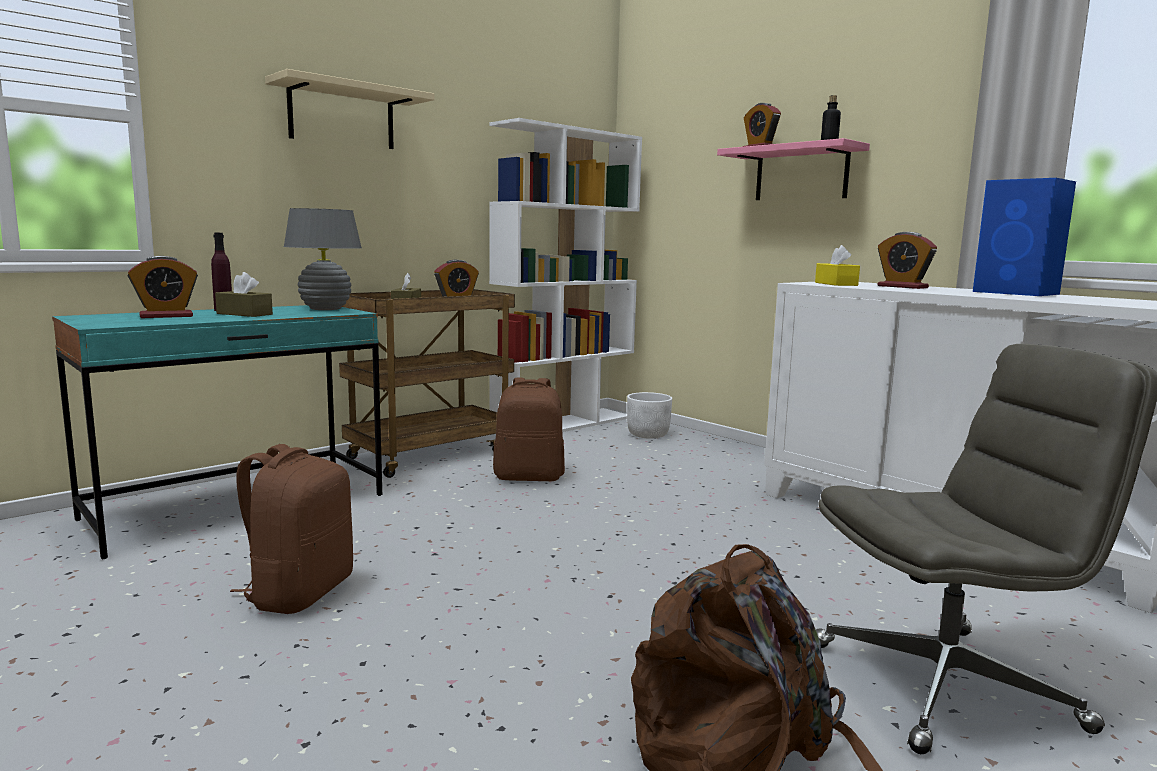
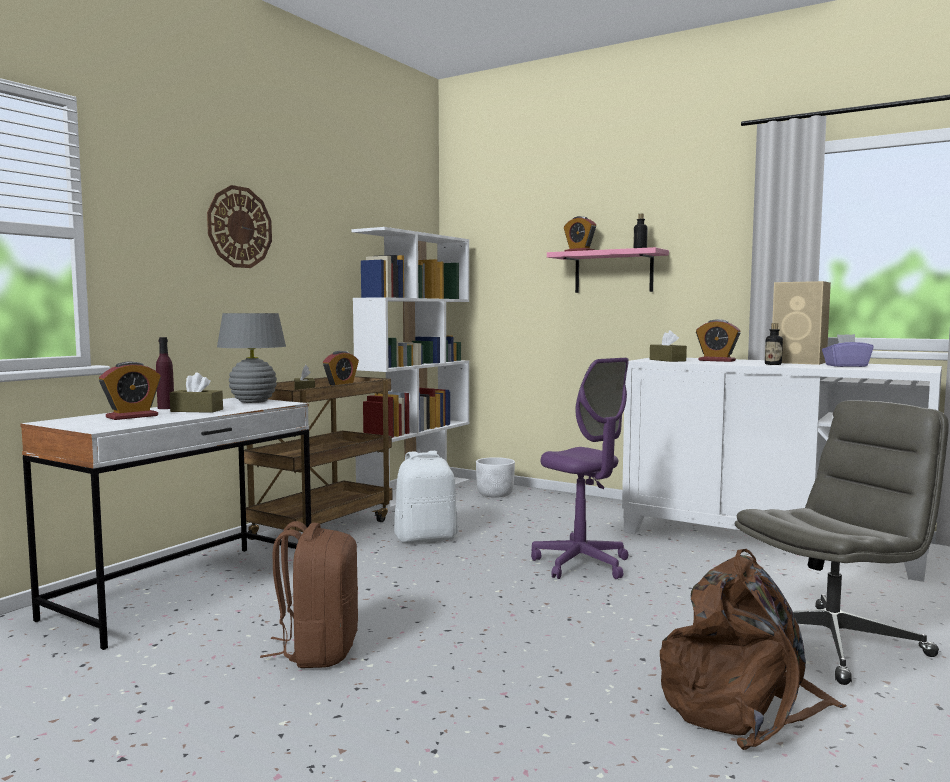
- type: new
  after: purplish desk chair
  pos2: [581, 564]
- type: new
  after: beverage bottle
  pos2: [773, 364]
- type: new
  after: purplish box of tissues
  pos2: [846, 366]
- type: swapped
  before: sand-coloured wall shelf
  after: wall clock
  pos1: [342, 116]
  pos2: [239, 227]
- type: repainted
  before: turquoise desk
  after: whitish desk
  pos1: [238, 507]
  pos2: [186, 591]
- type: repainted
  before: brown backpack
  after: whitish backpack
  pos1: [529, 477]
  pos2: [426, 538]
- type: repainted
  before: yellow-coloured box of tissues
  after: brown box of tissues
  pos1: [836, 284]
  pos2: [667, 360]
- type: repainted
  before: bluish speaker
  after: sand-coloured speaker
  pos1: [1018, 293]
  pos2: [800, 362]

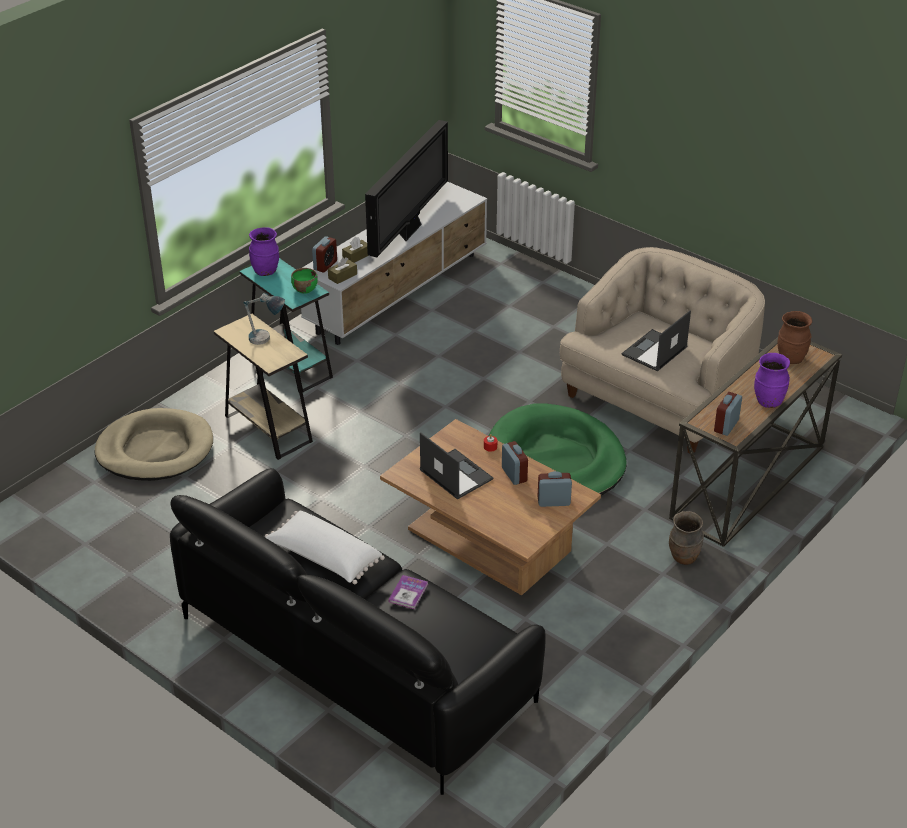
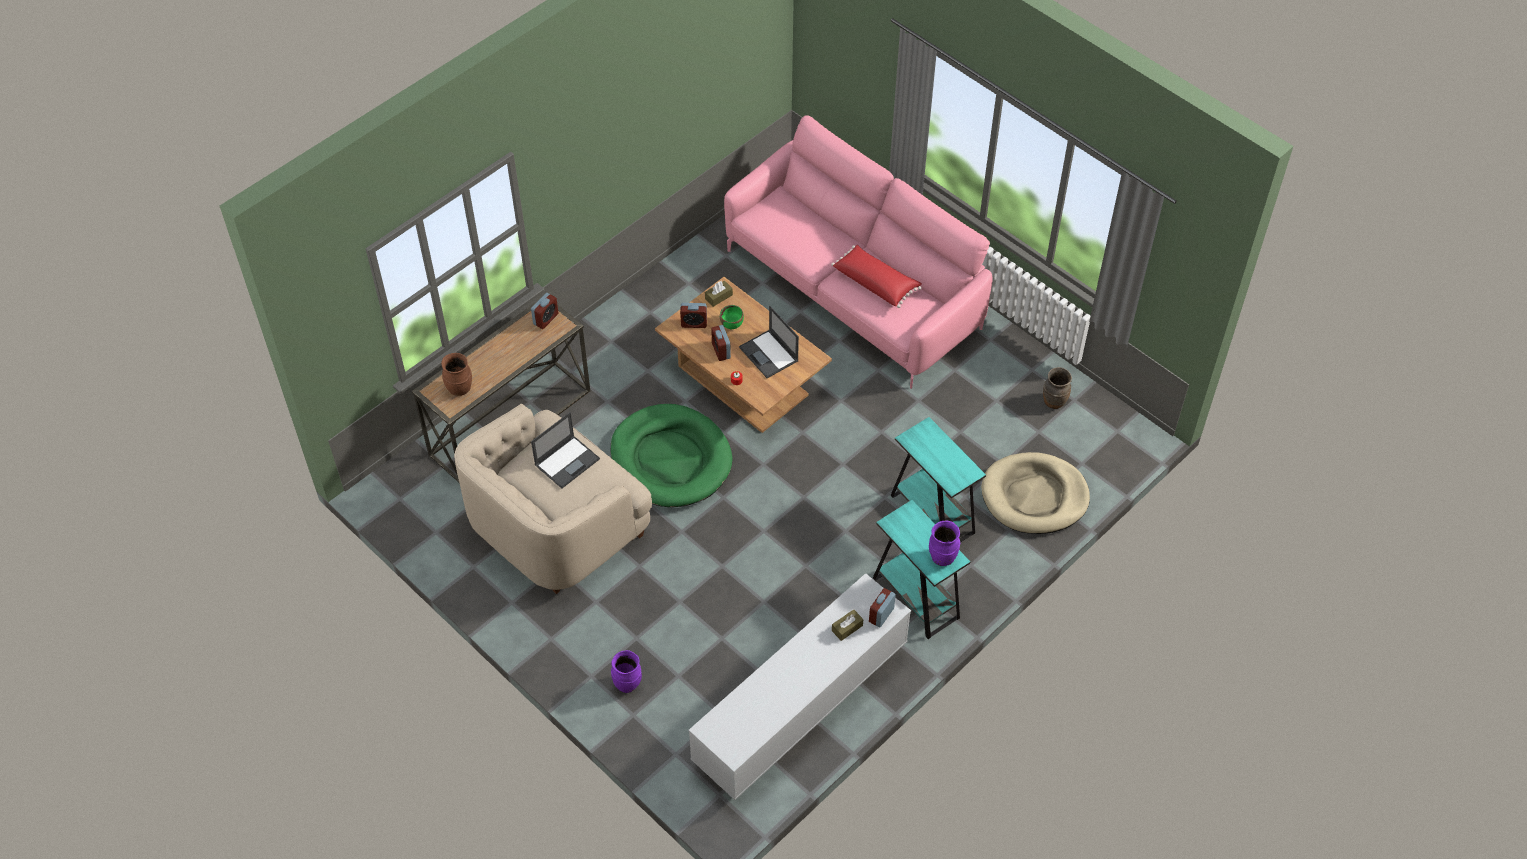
- type: gone
  before: lamp for a table
  pos1: [266, 341]
- type: gone
  before: TV
  pos1: [410, 230]
- type: gone
  before: volume
  pos1: [408, 593]
- type: shifted
  before: green serving bowl
  pos1: [304, 289]
  pos2: [732, 324]
- type: shifted
  before: brown box of tissues
  pos1: [342, 276]
  pos2: [718, 297]
- type: shifted
  before: brown decorative vase
  pos1: [684, 558]
  pos2: [1054, 401]
- type: shifted
  before: purplish decorative vase
  pos1: [768, 402]
  pos2: [627, 683]
- type: repainted
  before: black settee
  after: pink settee
  pos1: [355, 658]
  pos2: [853, 289]
- type: repainted
  before: sand-coloured accent table
  after: turquoise accent table
  pos1: [268, 429]
  pos2: [932, 514]
- type: repainted
  before: whitish throw pillow
  after: reddish throw pillow
  pos1: [324, 558]
  pos2: [876, 282]

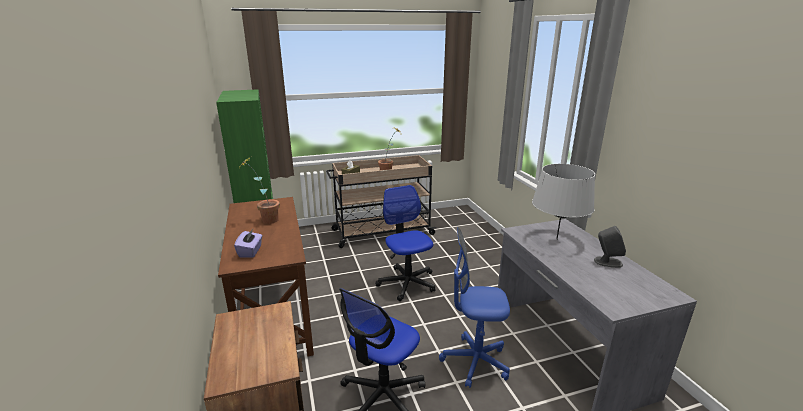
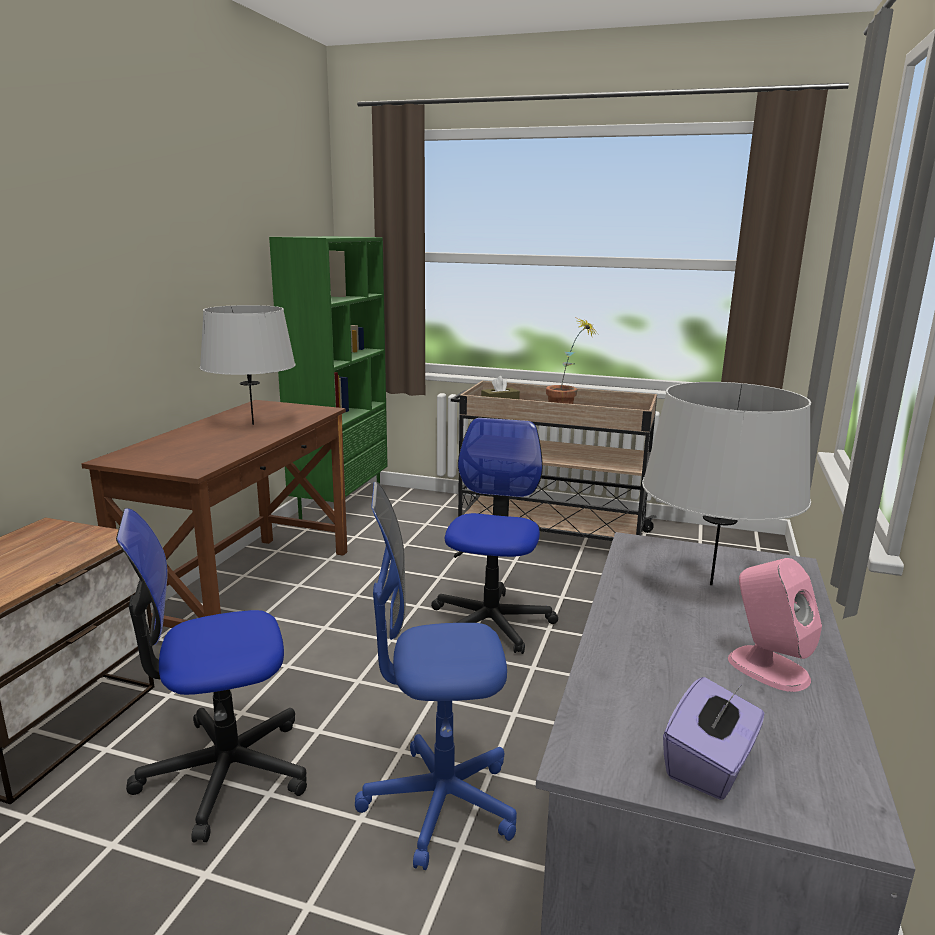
- type: shifted
  before: purplish box of tissues
  pos1: [250, 251]
  pos2: [710, 765]
- type: swapped
  before: plant in a pot
  after: grey lamp for a table
  pos1: [265, 220]
  pos2: [253, 424]
- type: repainted
  before: grey speaker
  after: pink speaker
  pos1: [607, 262]
  pos2: [767, 668]
- type: rotated
  before: bluish desk chair
  pos1: [475, 362]
  pos2: [439, 804]
  turn: -45

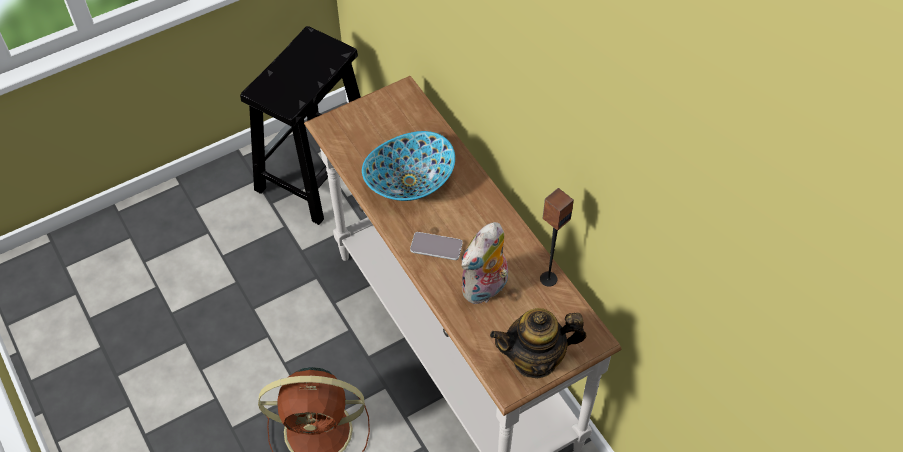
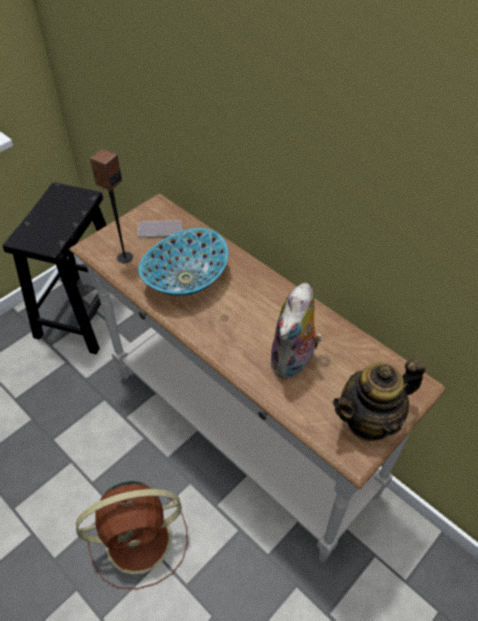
- type: shifted
  before: phone
  pos1: [436, 246]
  pos2: [160, 229]
- type: shifted
  before: speaker
  pos1: [548, 278]
  pos2: [124, 257]

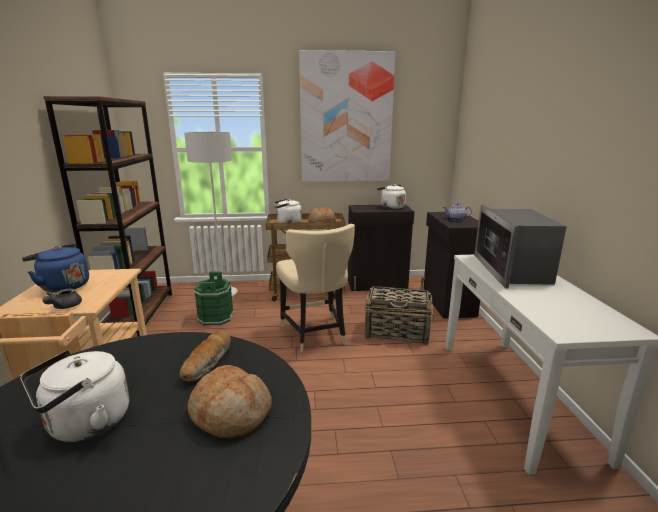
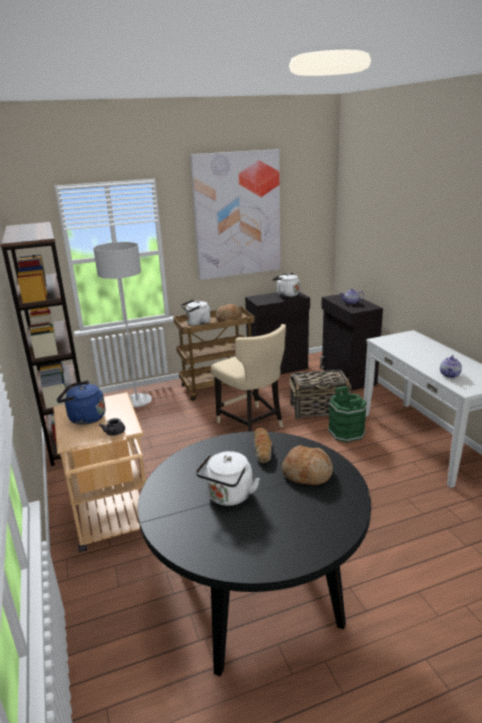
- type: gone
  before: microwave
  pos1: [512, 270]
- type: new
  after: teapot
  pos2: [450, 375]
- type: shifted
  before: green water bucket
  pos1: [216, 317]
  pos2: [346, 432]

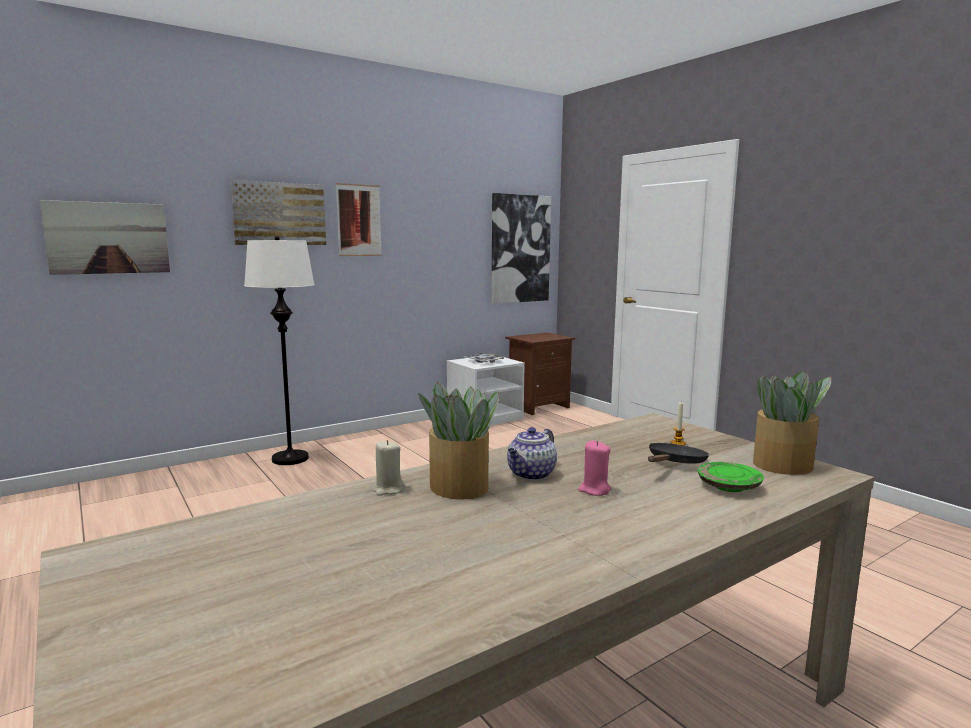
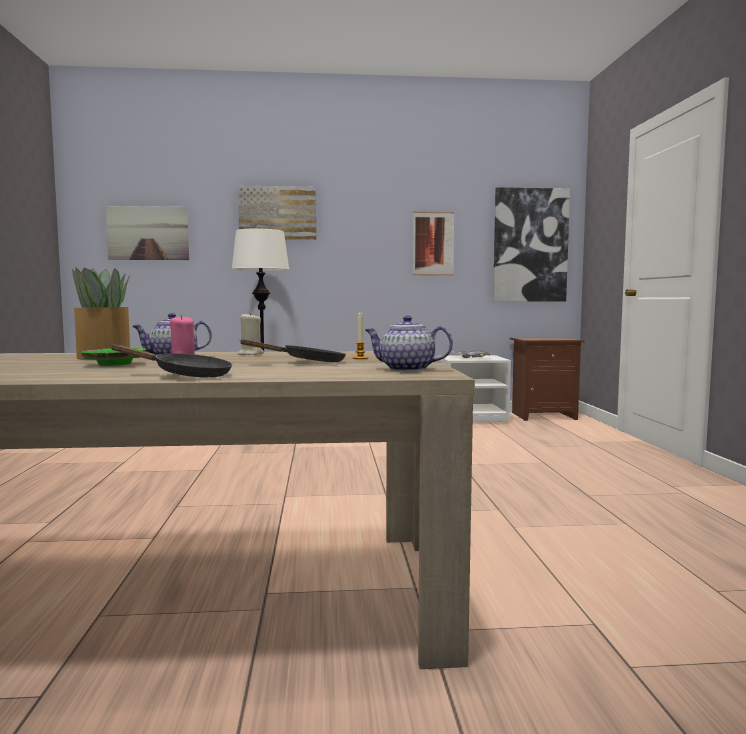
- type: new
  after: black pan
  pos2: [185, 375]
- type: shifted
  before: picture
  pos1: [359, 220]
  pos2: [433, 243]
- type: shifted
  before: sand-coloured candle
  pos1: [388, 489]
  pos2: [250, 354]
- type: shifted
  before: green flat dish
  pos1: [729, 486]
  pos2: [114, 364]
- type: swapped
  before: plant in a pot
  after: teapot
  pos1: [784, 465]
  pos2: [406, 369]

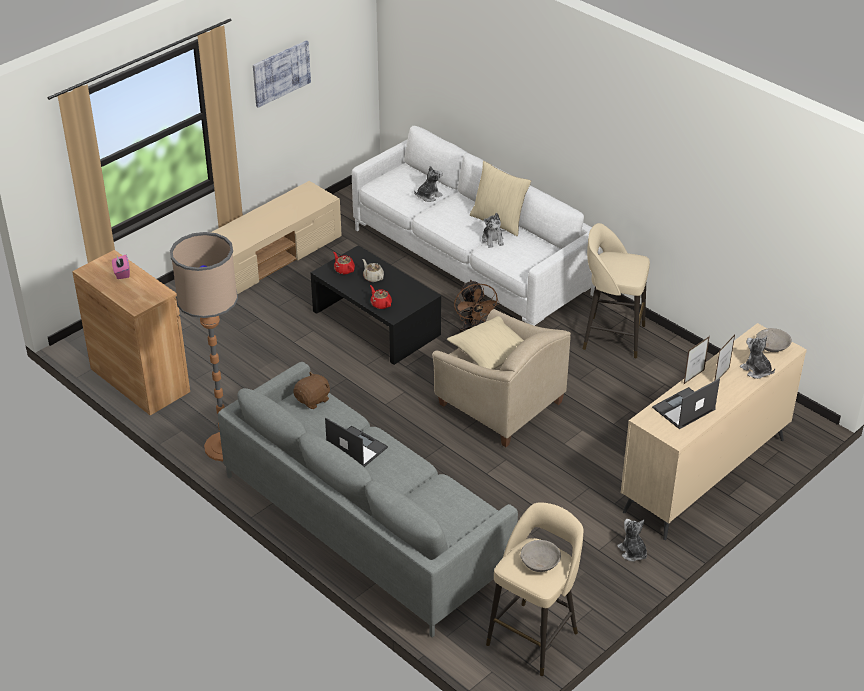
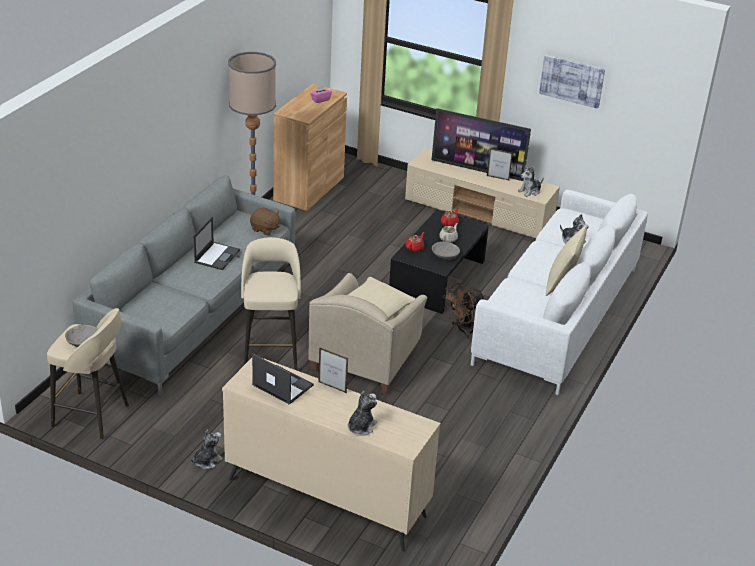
- type: new
  after: TV
  pos2: [477, 170]
- type: shifted
  before: plush toy
  pos1: [493, 240]
  pos2: [530, 191]
- type: shifted
  before: sand-coloured sitting stool
  pos1: [611, 337]
  pos2: [271, 354]
- type: shifted
  before: standing frame
  pos1: [721, 376]
  pos2: [498, 178]
- type: shifted
  before: grey serving bowl
  pos1: [772, 346]
  pos2: [445, 256]

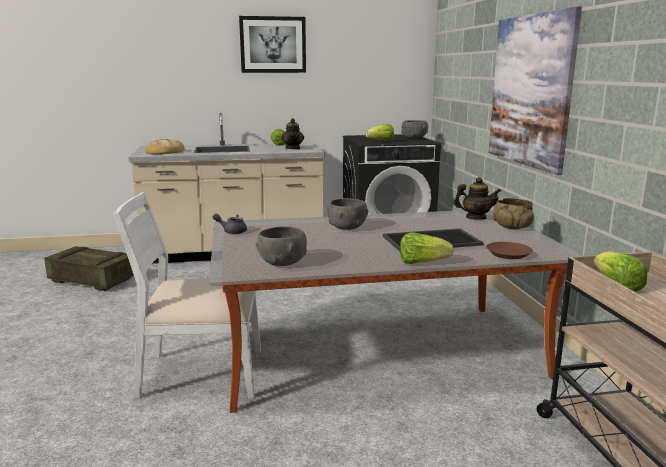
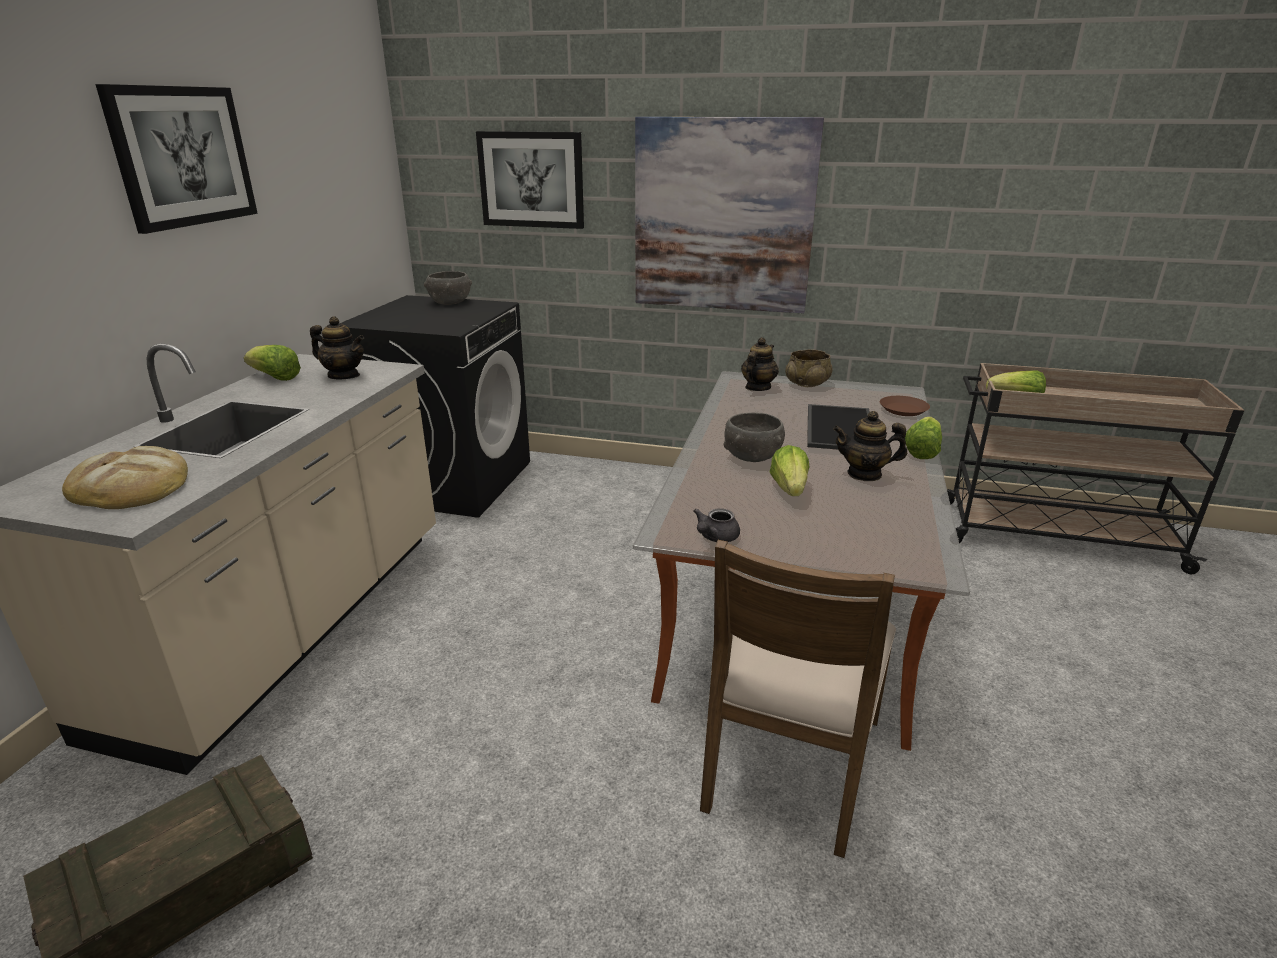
- type: gone
  before: grey serving bowl
  pos1: [282, 263]
- type: new
  after: picture
  pos2: [531, 180]
- type: new
  after: teapot
  pos2: [864, 474]
- type: shifted
  before: head of lettuce
  pos1: [381, 141]
  pos2: [789, 489]
- type: repainted
  before: whitish chair
  after: brown chair
  pos1: [200, 373]
  pos2: [789, 762]

